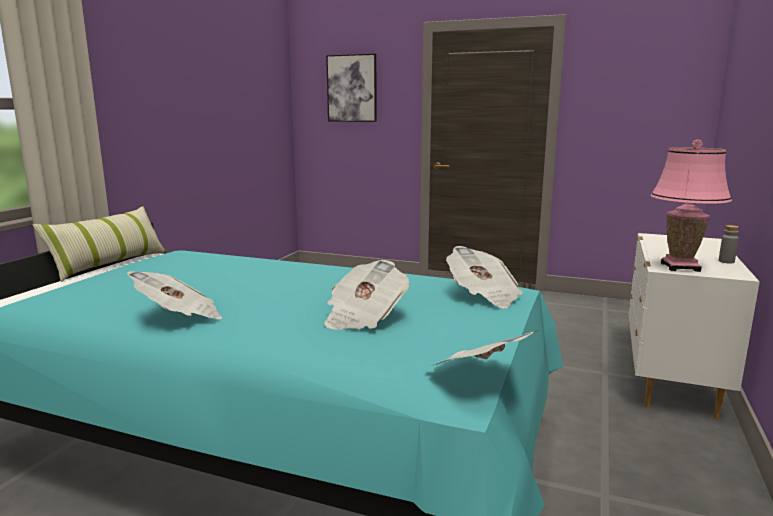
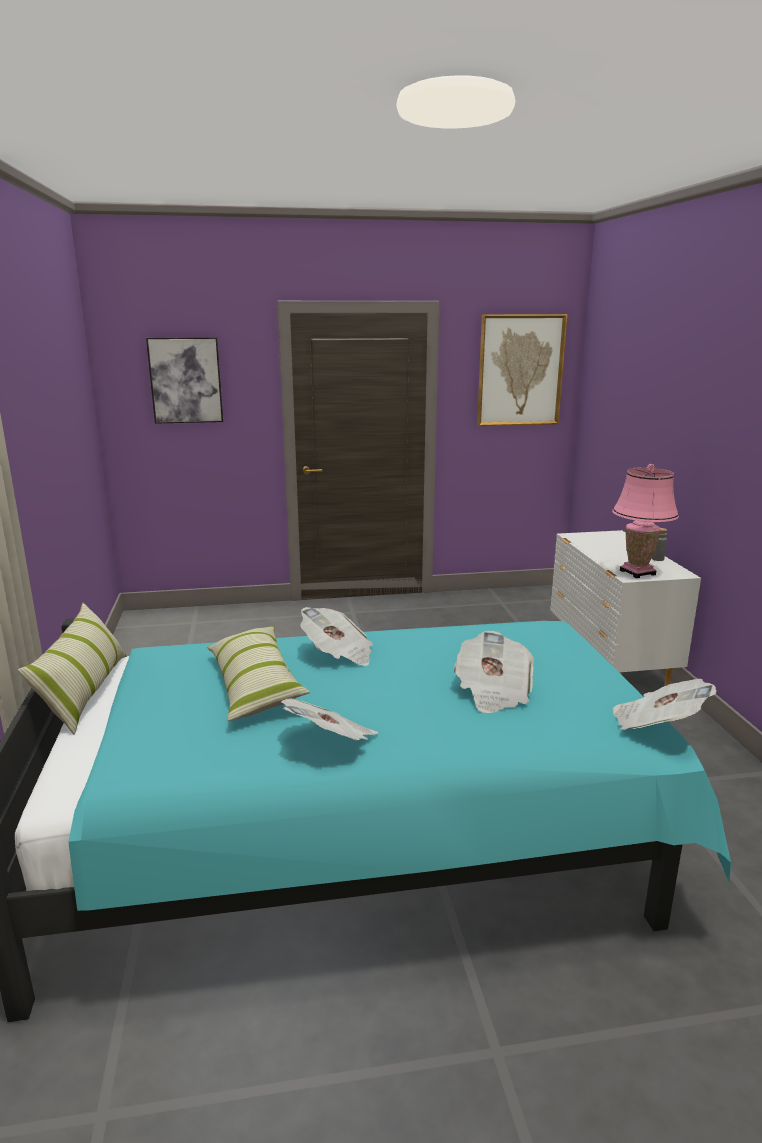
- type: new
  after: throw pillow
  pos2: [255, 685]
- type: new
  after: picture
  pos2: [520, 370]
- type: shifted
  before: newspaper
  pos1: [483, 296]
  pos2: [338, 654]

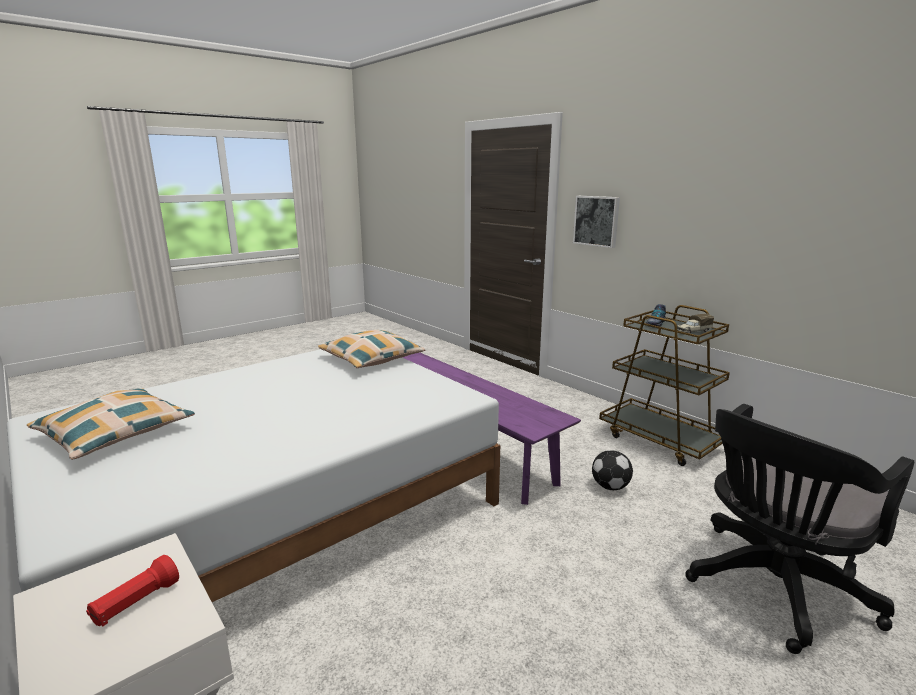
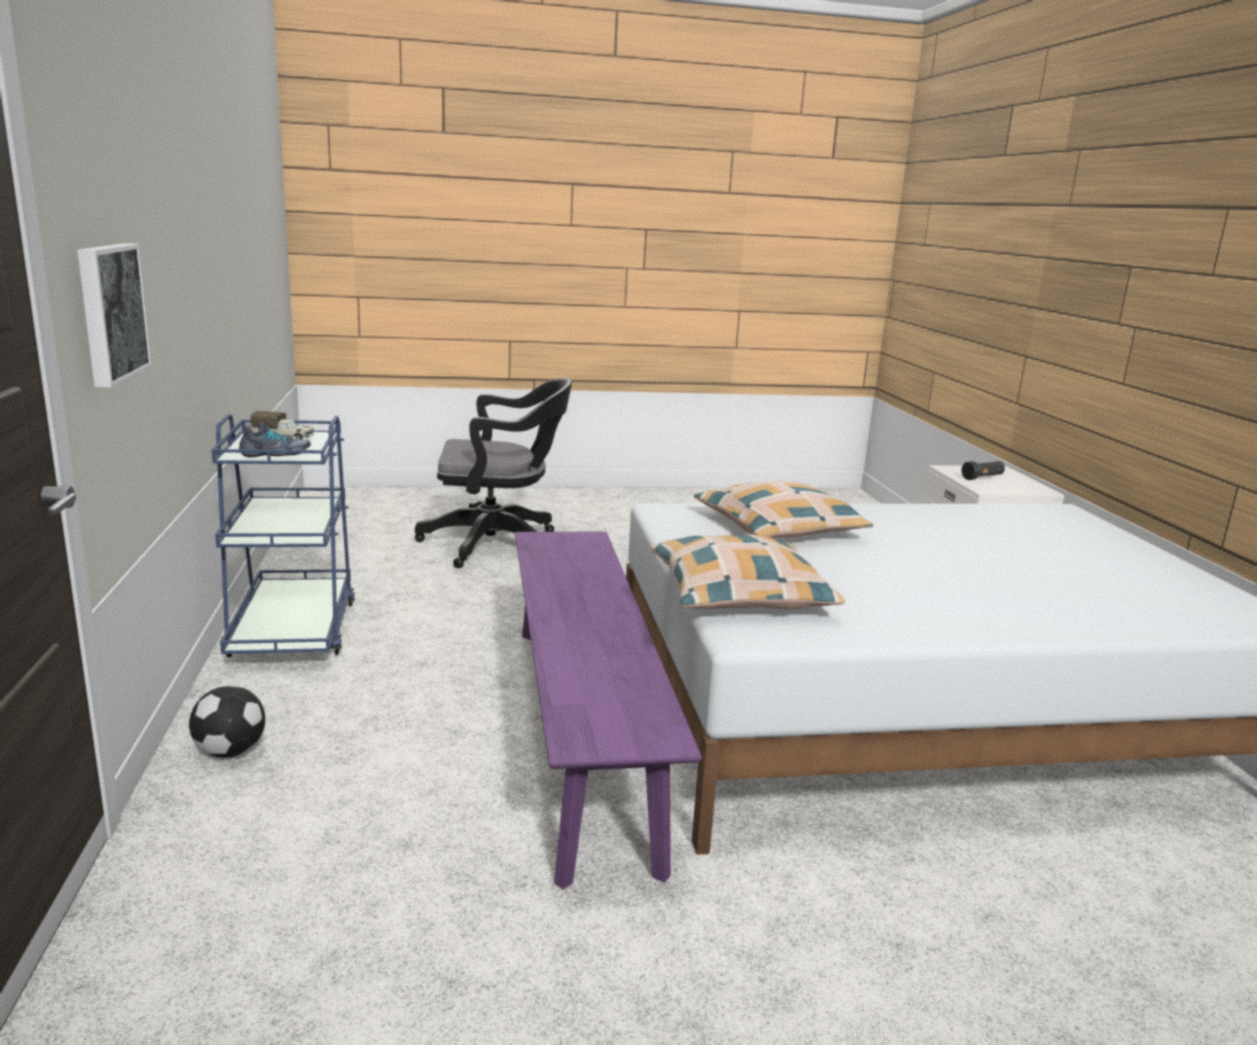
- type: shifted
  before: throw pillow
  pos1: [115, 433]
  pos2: [779, 527]
- type: shifted
  before: football ball
  pos1: [610, 487]
  pos2: [231, 751]
- type: repainted
  before: reddish hand torch
  after: black hand torch
  pos1: [136, 603]
  pos2: [982, 478]
- type: repainted
  before: brown trolley
  after: bluish trolley
  pos1: [660, 440]
  pos2: [293, 631]

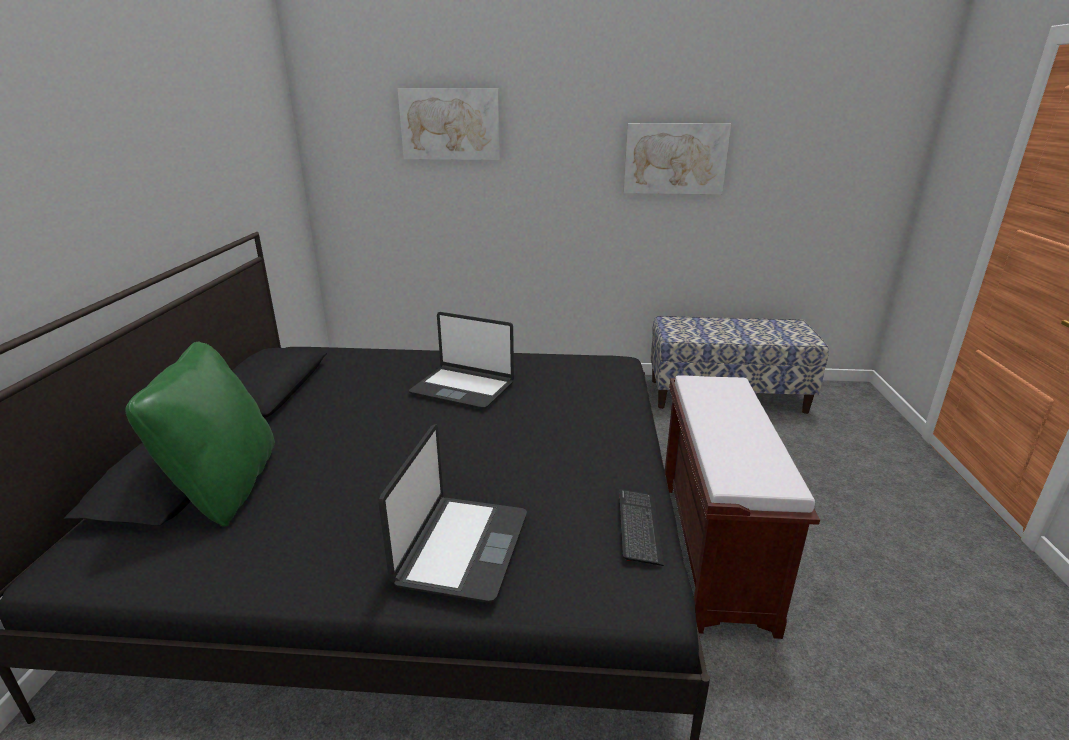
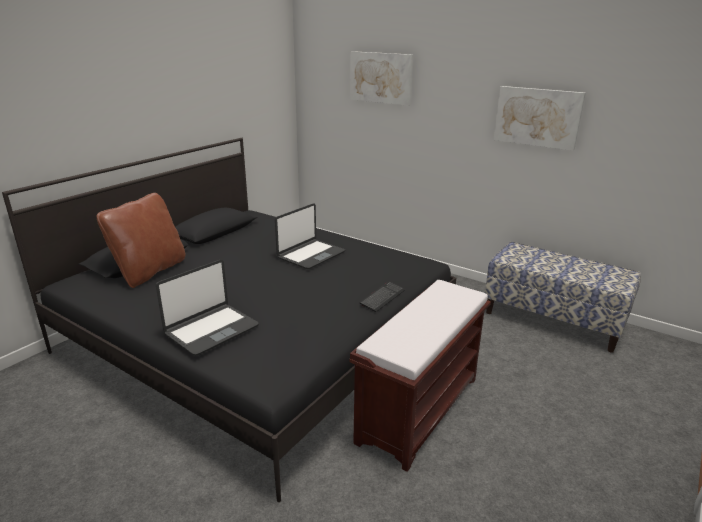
- type: shifted
  before: PC keyboard
  pos1: [639, 527]
  pos2: [382, 297]
- type: repainted
  before: green throw pillow
  after: brown throw pillow
  pos1: [226, 486]
  pos2: [150, 271]
- type: rotated
  before: notebook computer
  pos1: [463, 388]
  pos2: [310, 255]
  turn: -105

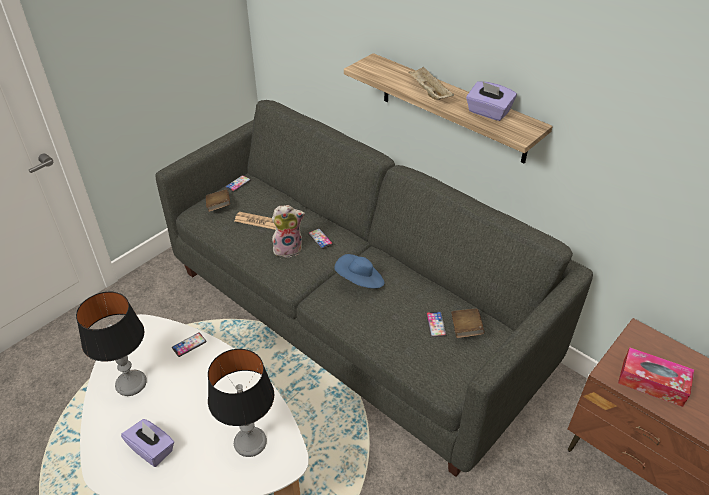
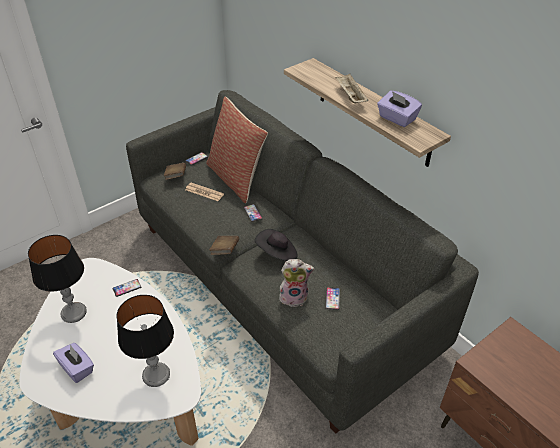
- type: gone
  before: box of tissues
  pos1: [652, 382]
- type: new
  after: throw pillow
  pos2: [236, 178]
- type: shifted
  before: plush toy
  pos1: [288, 248]
  pos2: [294, 297]
- type: shifted
  before: brown volume
  pos1: [465, 329]
  pos2: [225, 251]
- type: repainted
  before: bluish wearable hat
  after: black wearable hat
  pos1: [360, 281]
  pos2: [277, 253]

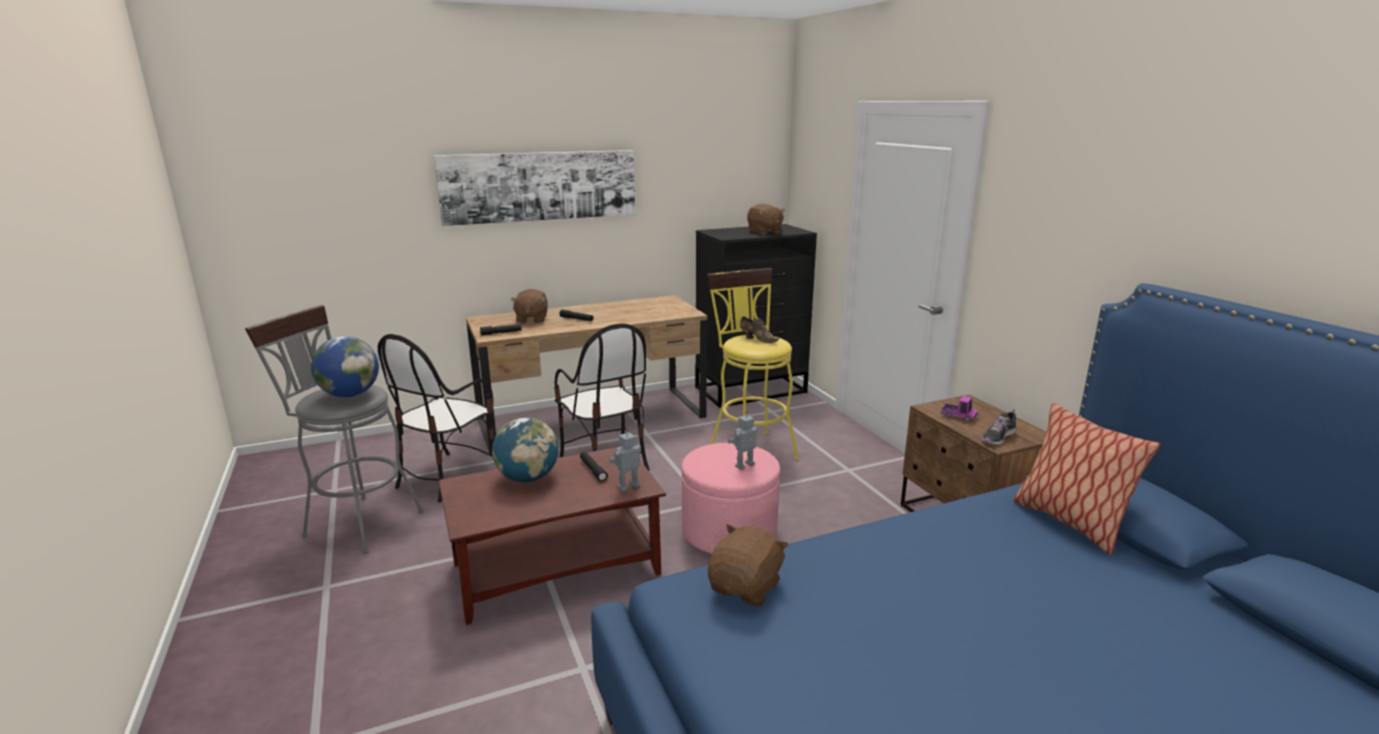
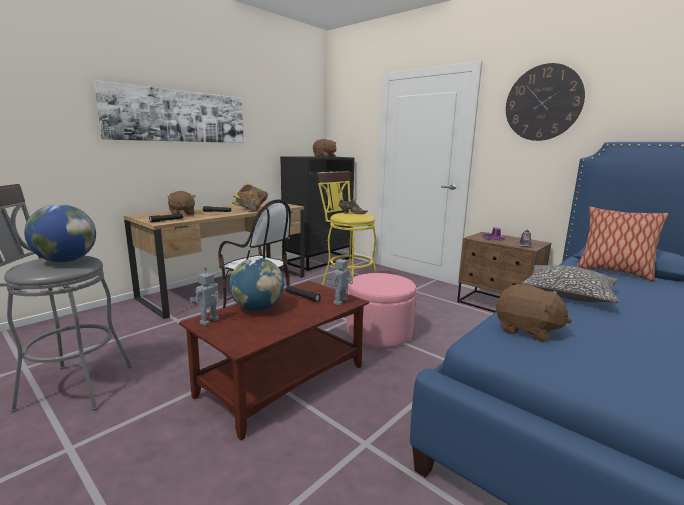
- type: gone
  before: chair
  pos1: [447, 476]
- type: new
  after: volume
  pos2: [251, 209]
- type: new
  after: wall clock
  pos2: [543, 103]
- type: new
  after: throw pillow
  pos2: [568, 294]
- type: shifted
  before: model robot
  pos1: [745, 466]
  pos2: [210, 322]
- type: rotated
  before: brown plush toy
  pos1: [746, 587]
  pos2: [527, 330]
  turn: 120

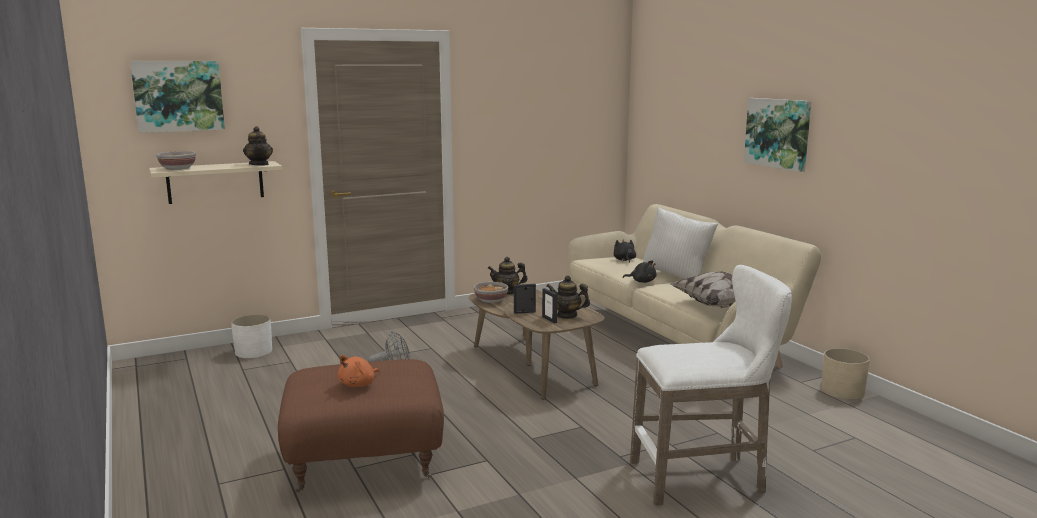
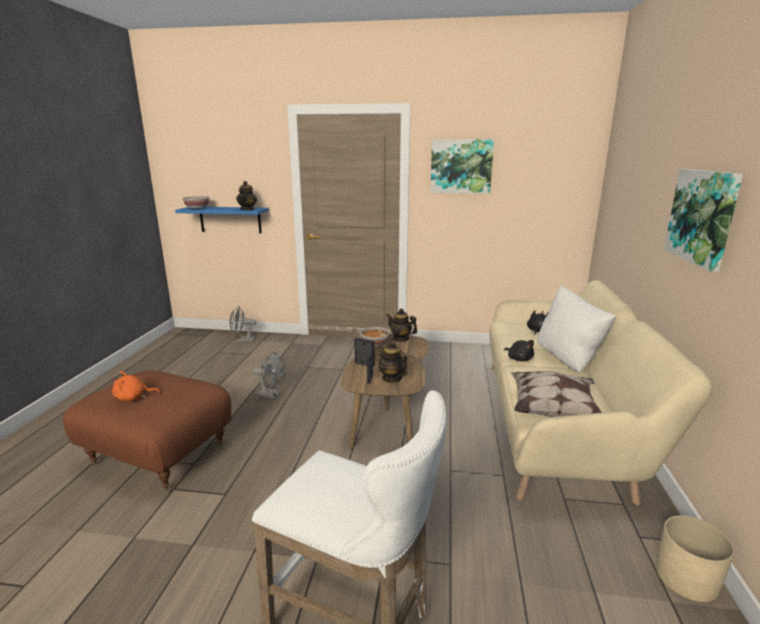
- type: shifted
  before: picture
  pos1: [178, 96]
  pos2: [461, 166]
- type: swapped
  before: whitish plant pot
  after: grey fan
  pos1: [254, 352]
  pos2: [242, 340]
- type: repainted
  before: sand-coloured wall shelf
  after: bluish wall shelf
  pos1: [215, 182]
  pos2: [230, 219]

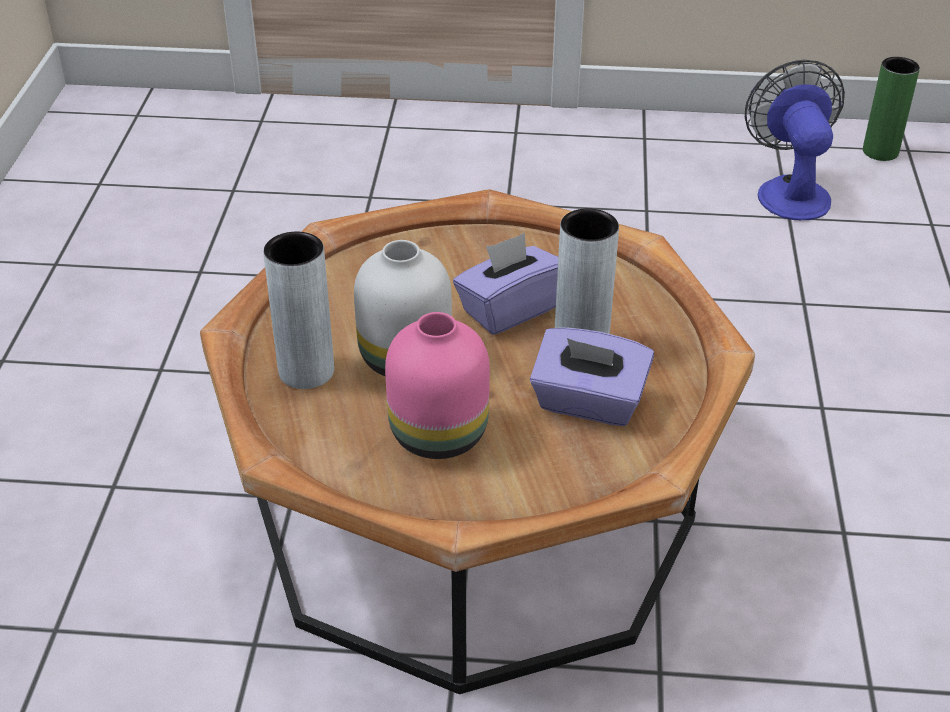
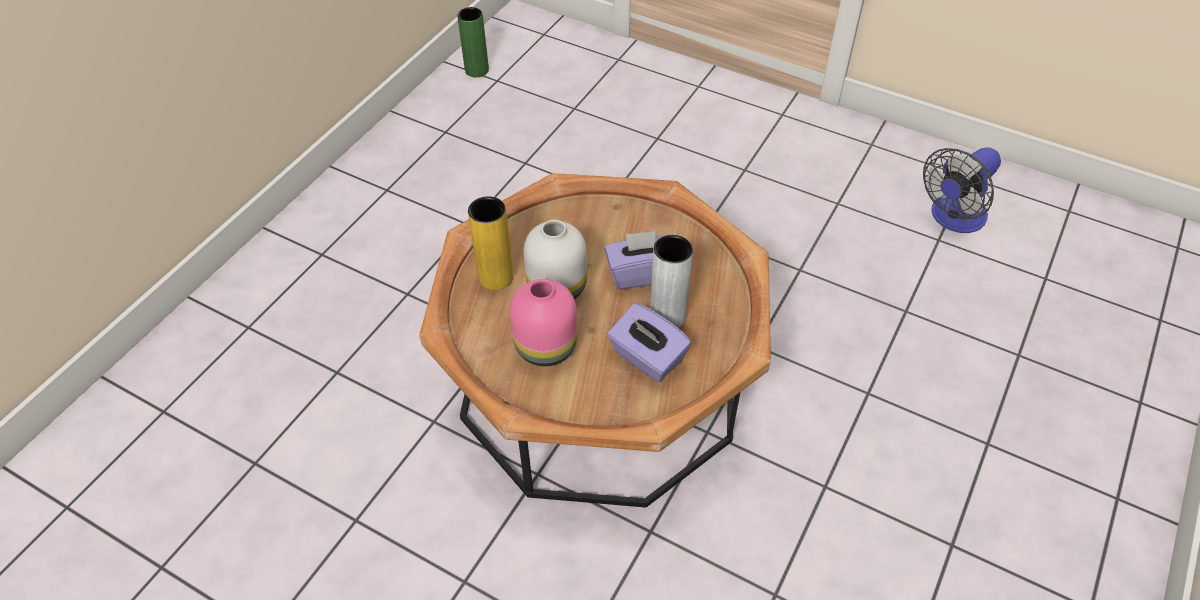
- type: shifted
  before: green decorative vase
  pos1: [880, 152]
  pos2: [477, 70]
- type: repainted
  before: grey decorative vase
  after: yellow-coloured decorative vase
  pos1: [306, 371]
  pos2: [495, 277]
- type: rotated
  before: fan
  pos1: [789, 191]
  pos2: [952, 218]
  turn: -150

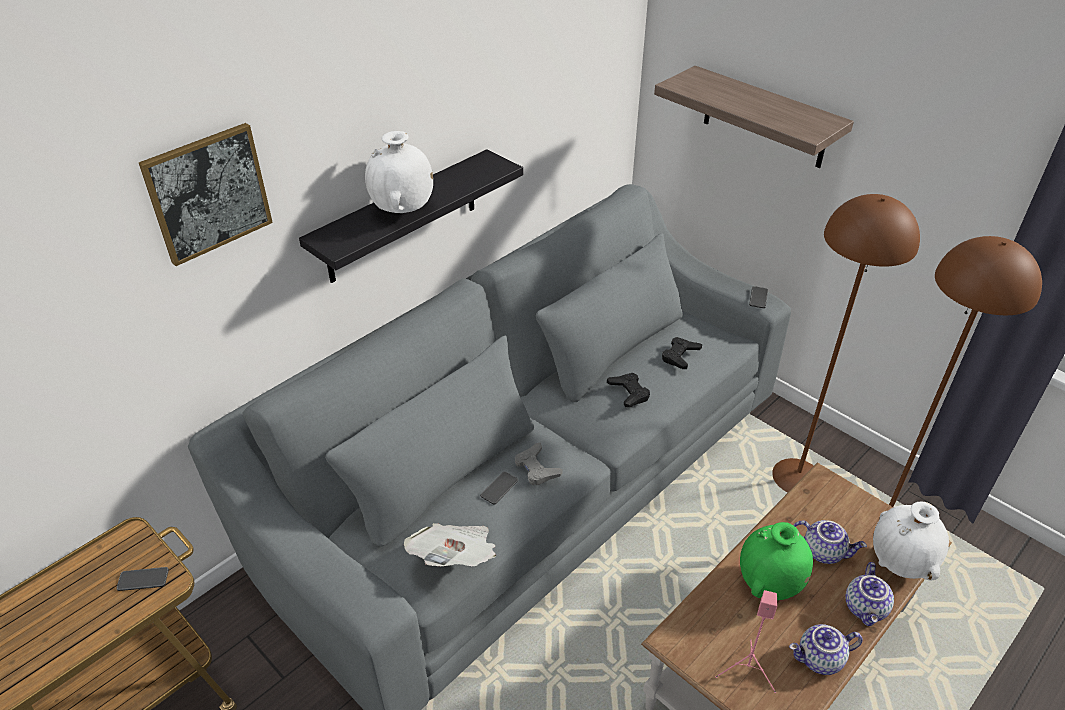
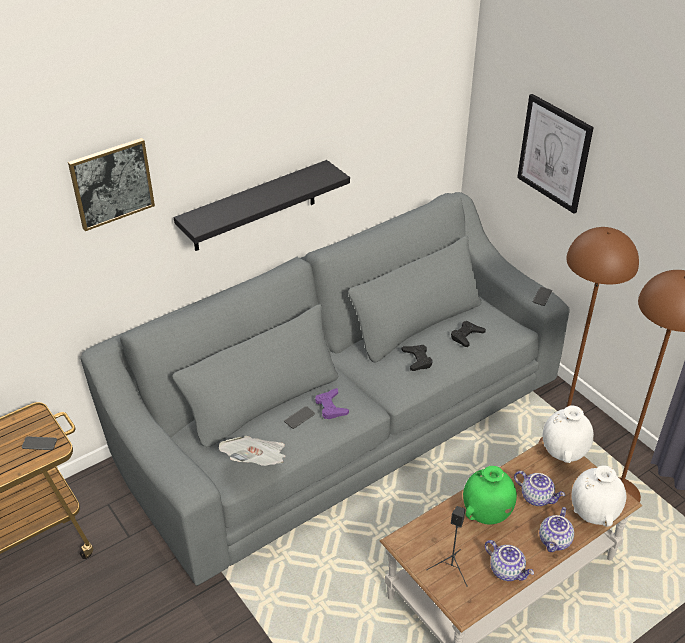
- type: shifted
  before: whitish decorative vase
  pos1: [403, 211]
  pos2: [563, 453]
- type: swapped
  before: wall shelf
  after: picture
  pos1: [765, 118]
  pos2: [554, 153]
- type: repainted
  before: grey joypad
  after: purplish joypad
  pos1: [536, 468]
  pos2: [331, 407]
- type: repainted
  before: pink speaker
  after: black speaker
  pos1: [748, 669]
  pos2: [451, 568]
- type: rotated
  before: teapot
  pos1: [819, 660]
  pos2: [507, 570]
  turn: -135

